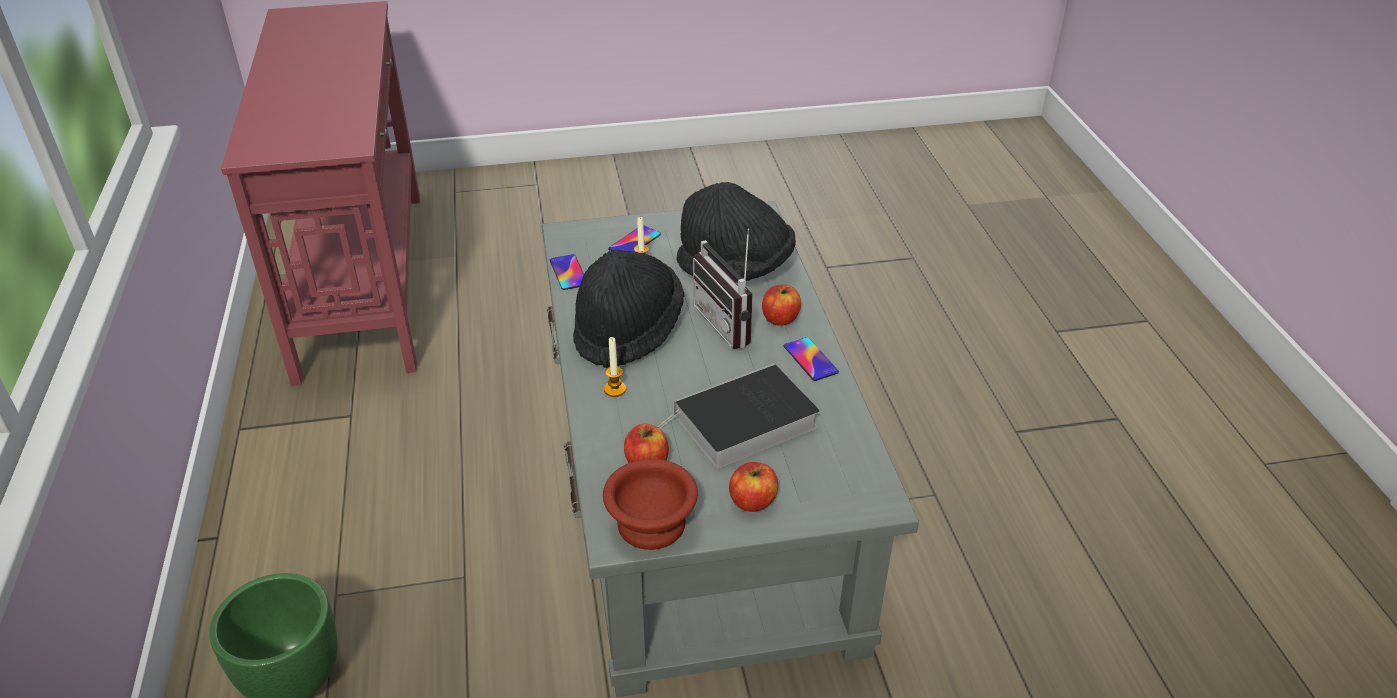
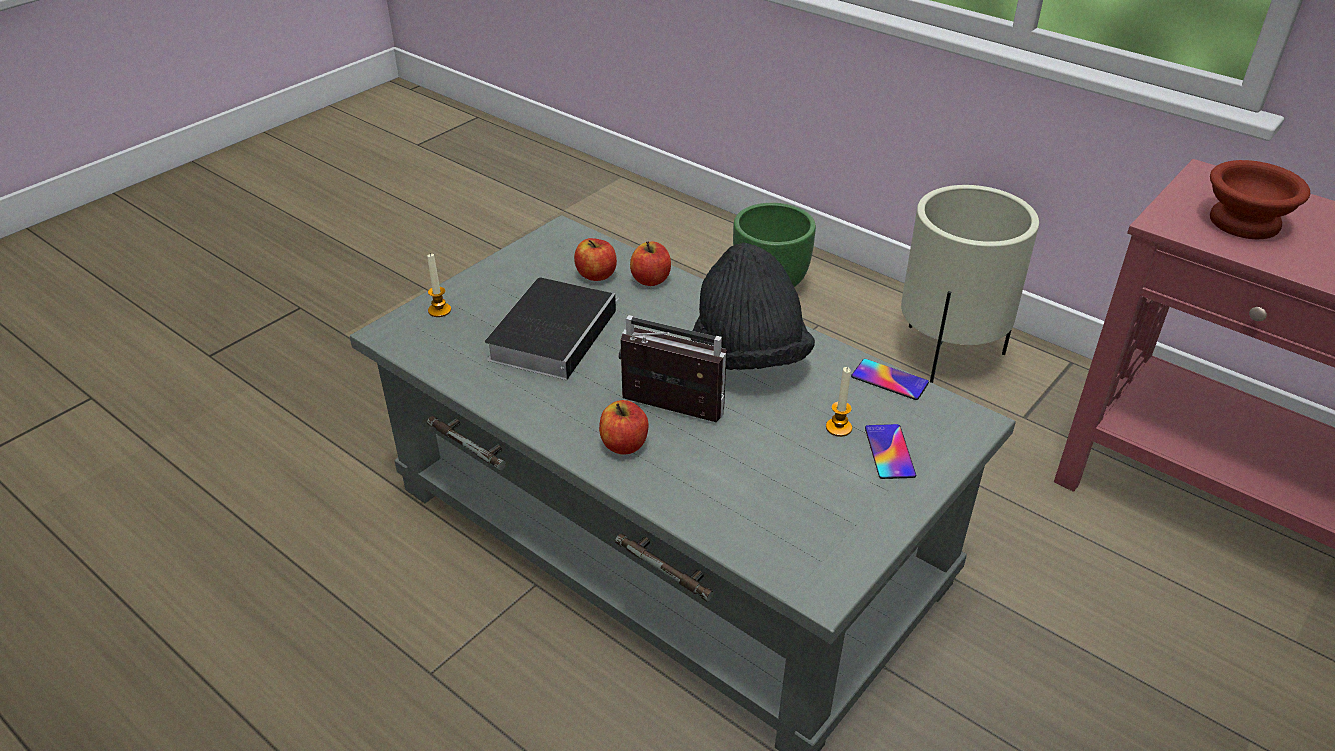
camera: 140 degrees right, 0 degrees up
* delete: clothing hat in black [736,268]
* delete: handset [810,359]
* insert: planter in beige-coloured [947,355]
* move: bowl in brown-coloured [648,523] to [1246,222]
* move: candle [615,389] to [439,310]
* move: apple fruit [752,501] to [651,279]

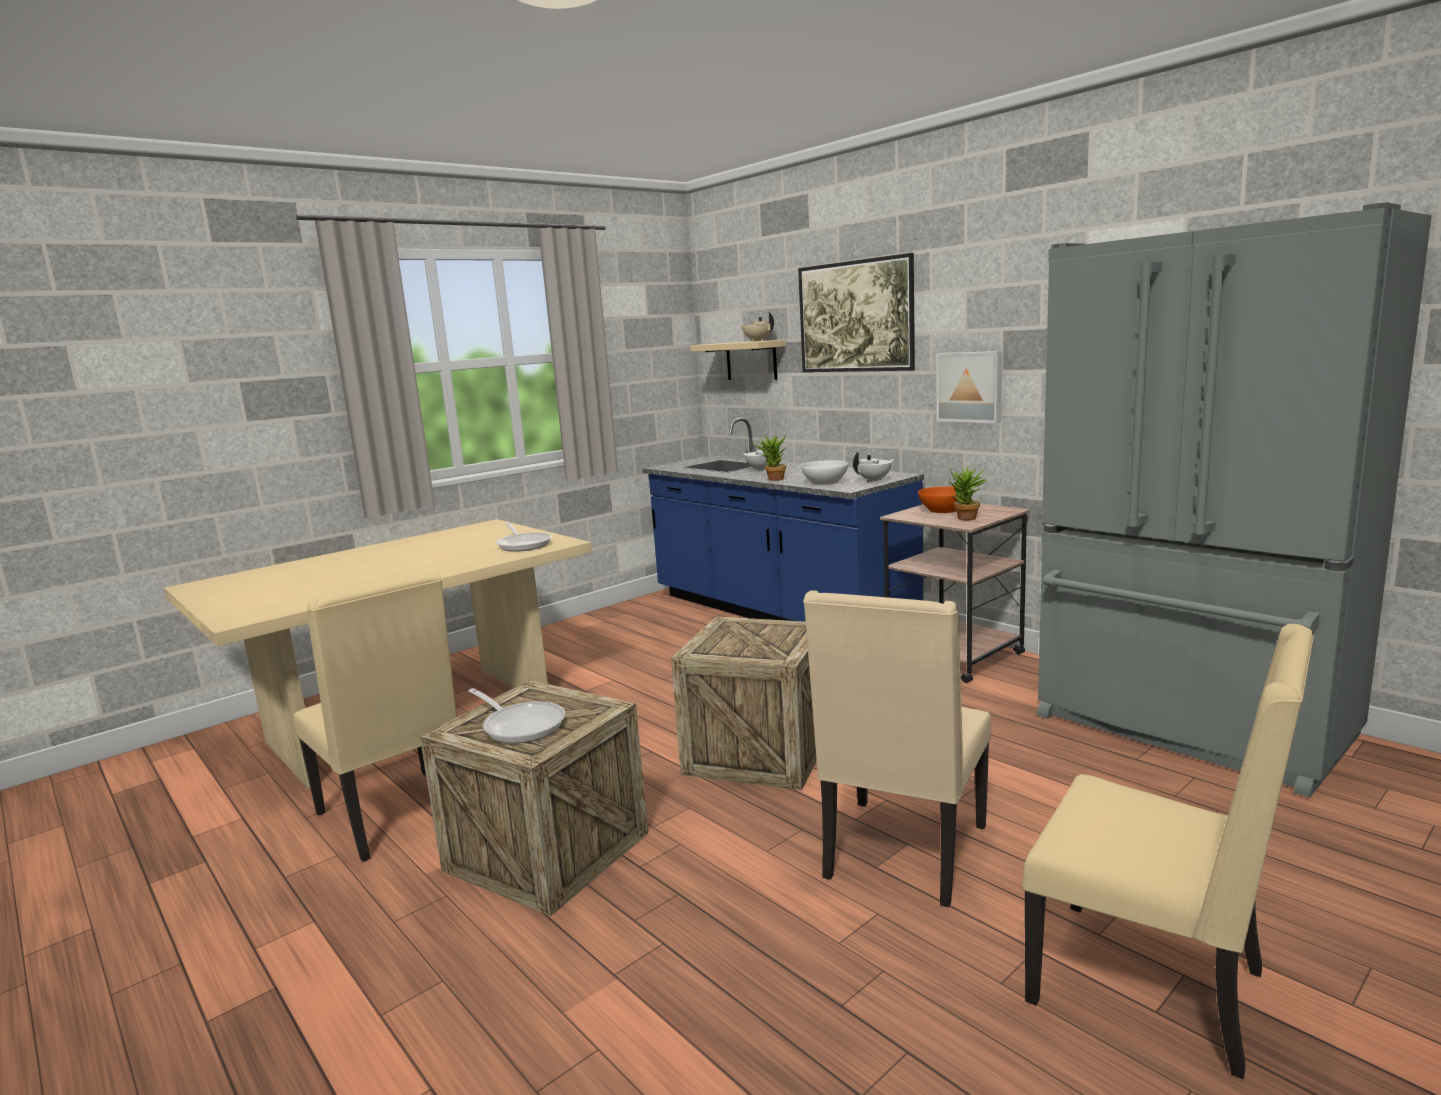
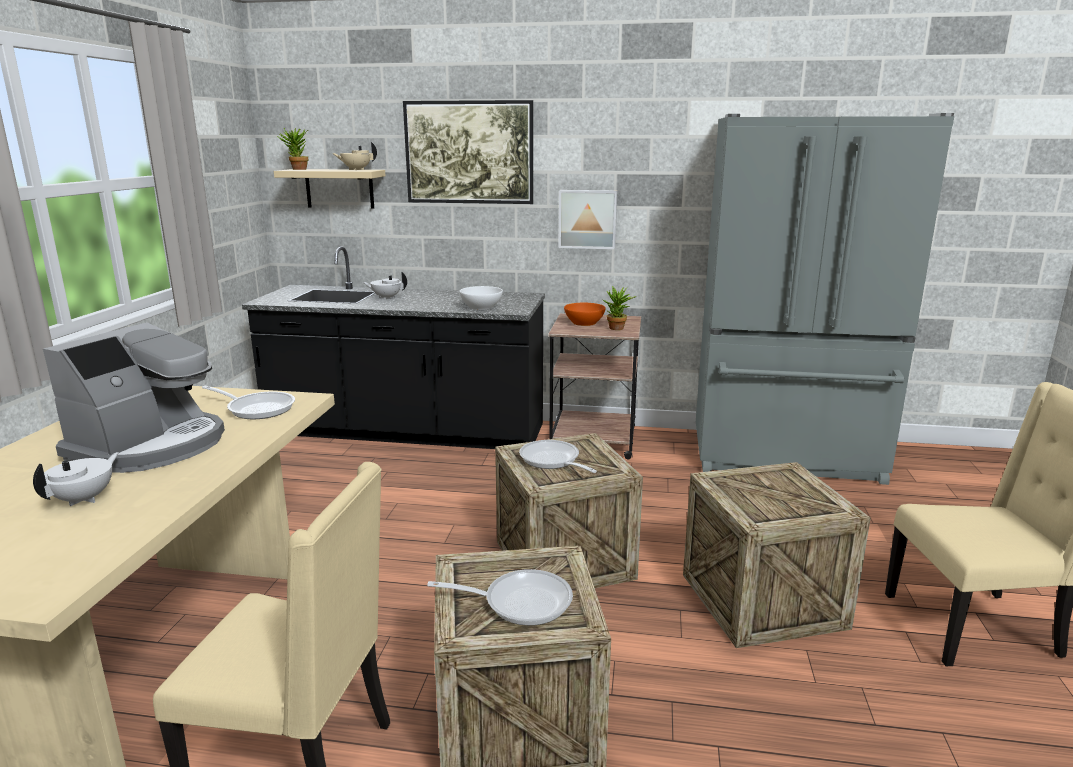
camera: 40 degrees left, 5 degrees up
* insert: coffee maker [151,446]
* insert: frying pan [552,461]
* move: potted plant [772,479] to [297,169]
* move: tea pot in white-coloured [874,481] to [84,499]
* replace: upright chair in beige-coloured [903,853] to packing crate [762,600]
* recolor: kitchen base unit in blue [778,613] to kitchen base unit in black [406,432]

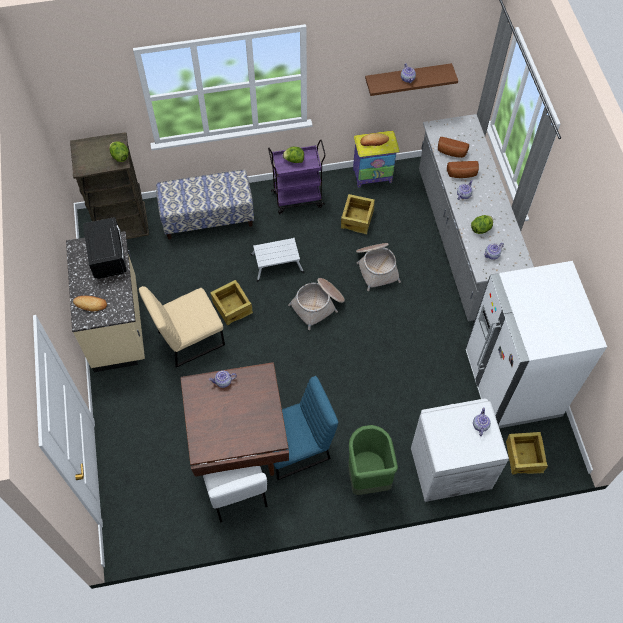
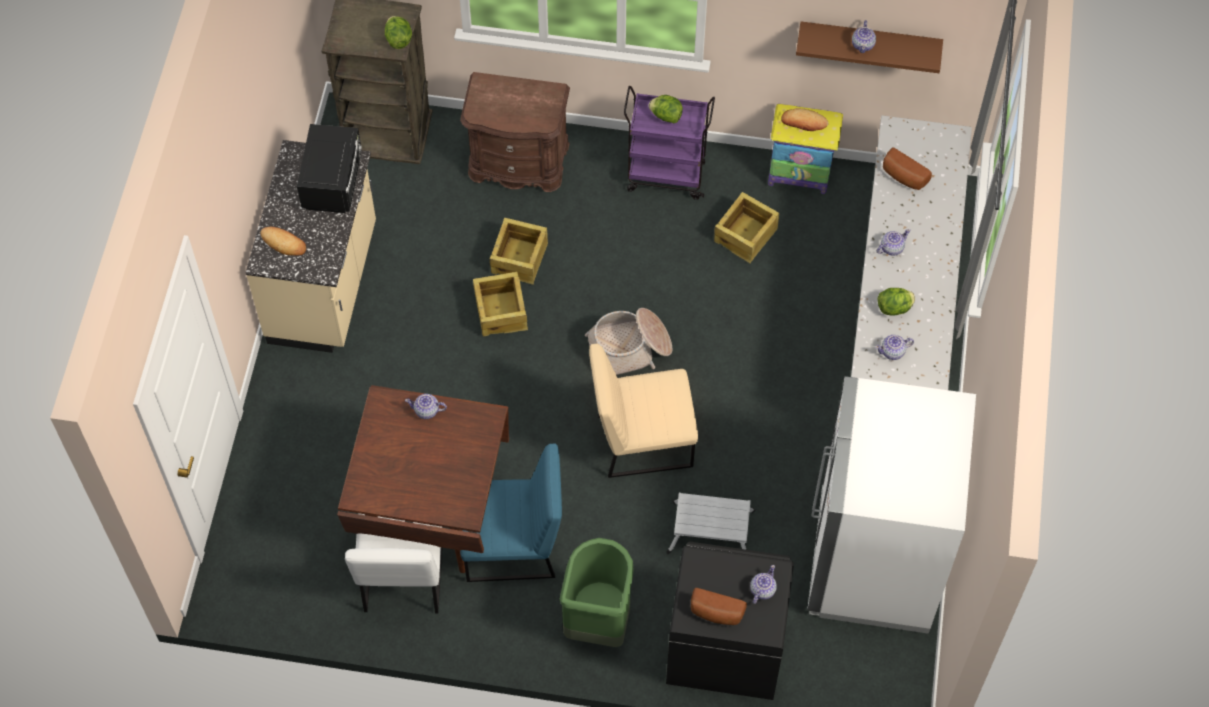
camera: 20 degrees right, 0 degrees up
* delete: storage basket [376,267]
* move: upright chair in beige-coloured [189,339] to [641,440]
* move: step stool in white-coloured [277,263] to [711,531]
* move: bakery bread [462,174] to [716,613]
* move: packing crate [524,456] to [520,258]
* replace: bench [208,217] to night table in brown-coloured [518,164]
* recolor: laundry appliance in white-coloured [449,465] to laundry appliance in black [724,645]

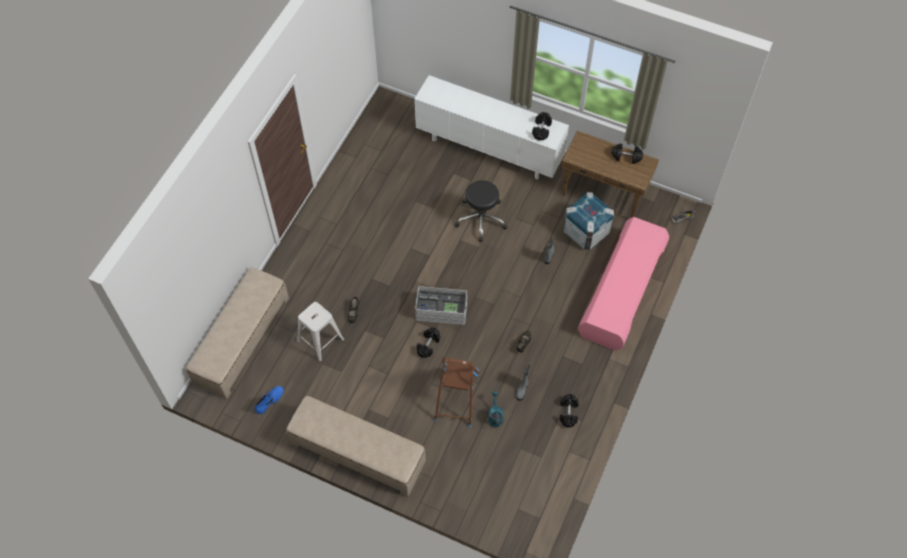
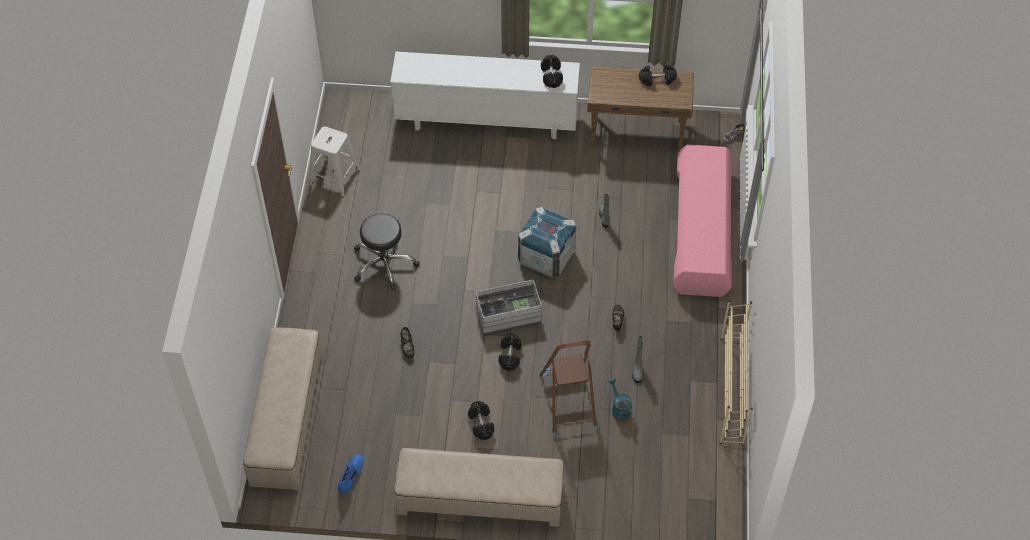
camera: 20 degrees left, 5 degrees down
* insert: shoe rack in beige-coloured [731,391]
* move: sitting stool in white-coloured [320,340] to [334,177]
* move: sitting stool in black [481,219] to [384,263]
* move: dumbbell in black [568,413] to [481,424]
* move: packing crate [586,231] to [546,256]

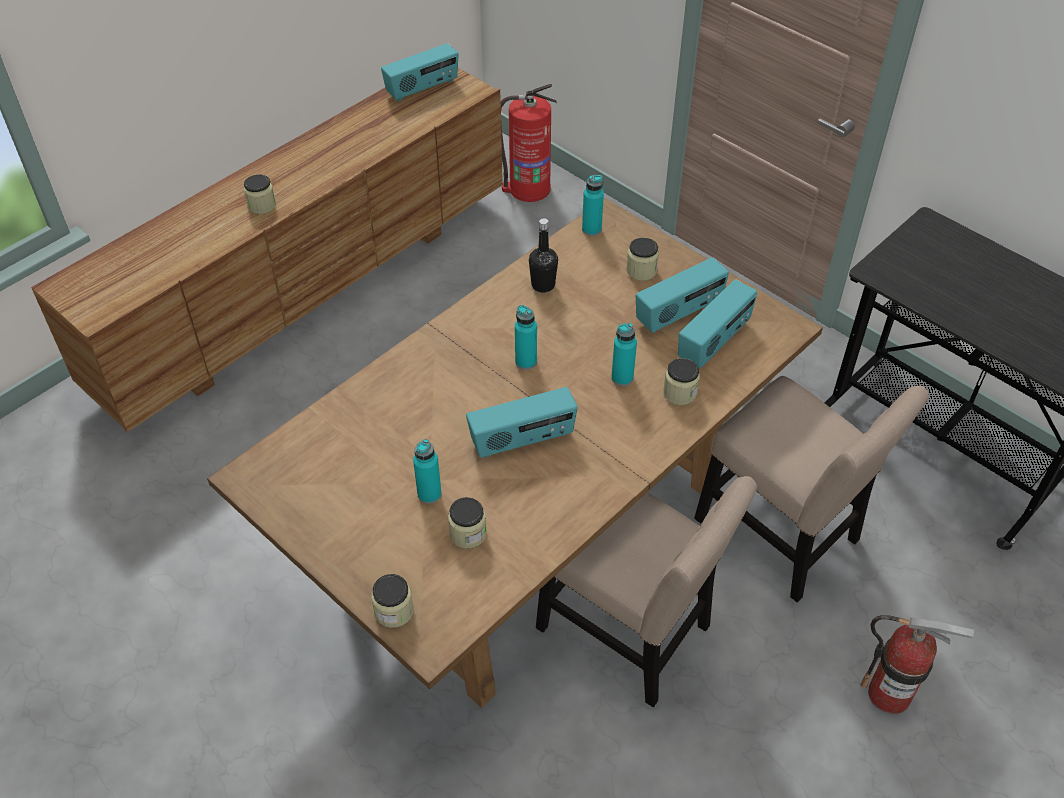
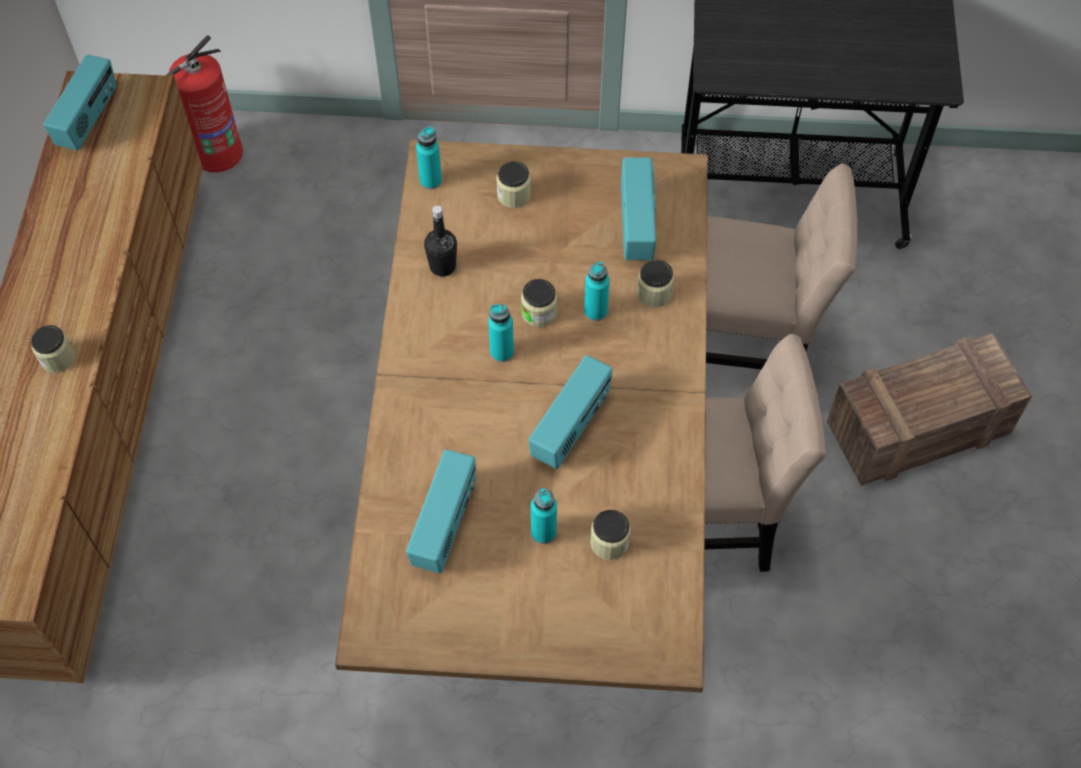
camera: 40 degrees left, 10 degrees up
* move: storage jar [394,611] to [539,313]
* move: radio [679,313] to [445,526]
* replace: extinguisher [889,694] to packing crate [920,427]

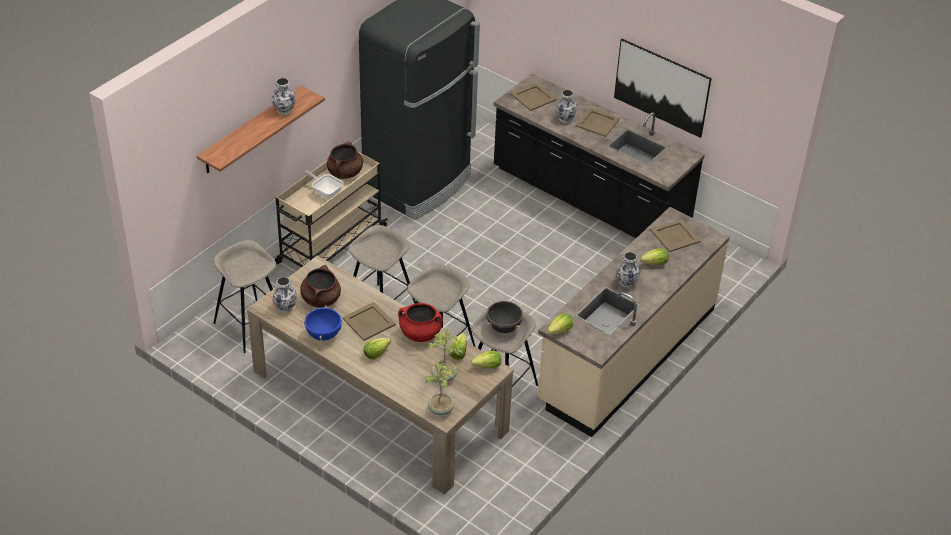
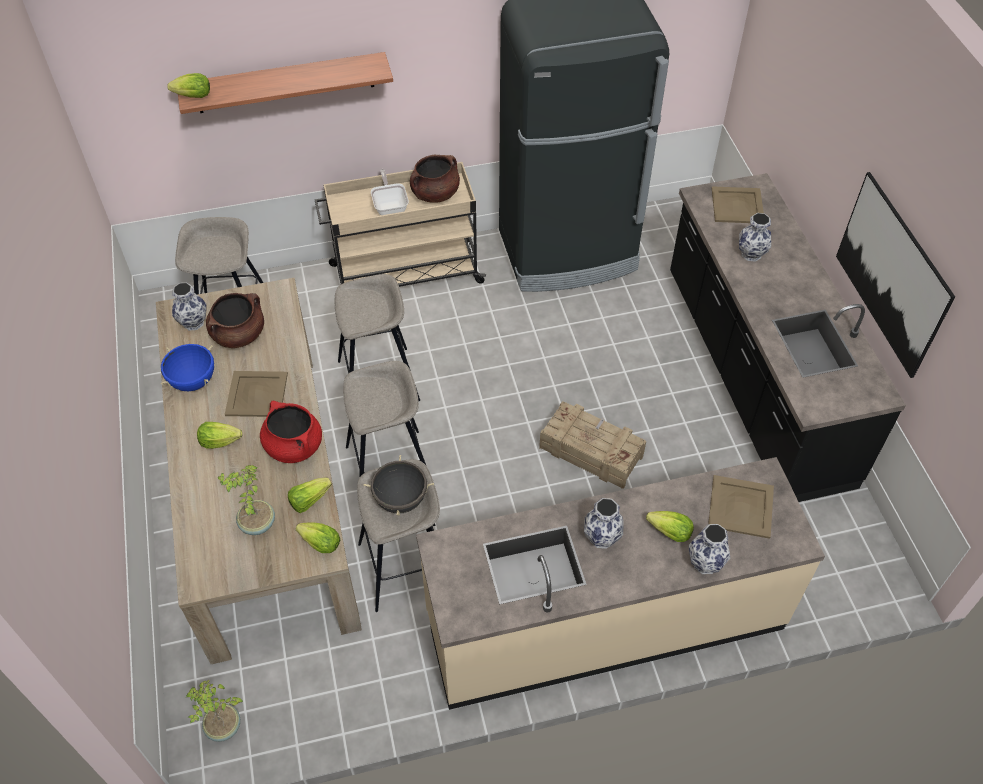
camera: 40 degrees right, 10 degrees up
* delete: tray in beige-coloured [597,122]
* insert: packing crate [590,451]
* move: vase [284,110] to [705,563]
* move: potted plant [441,410] to [224,727]
* move: lettuce [560,331] to [194,96]

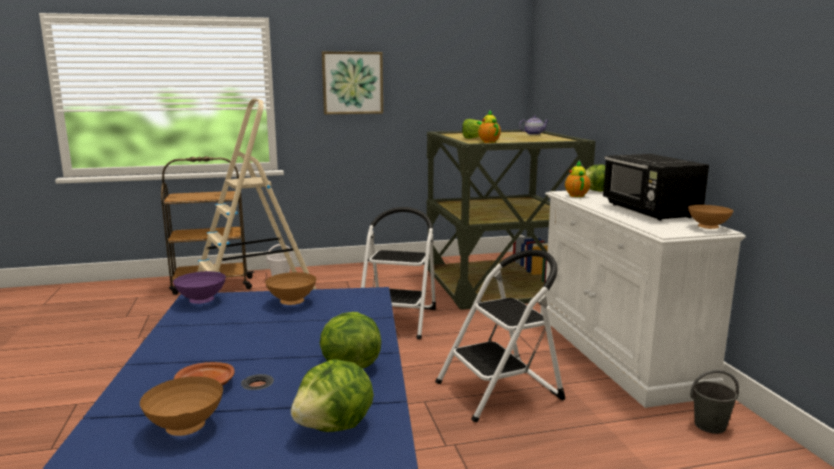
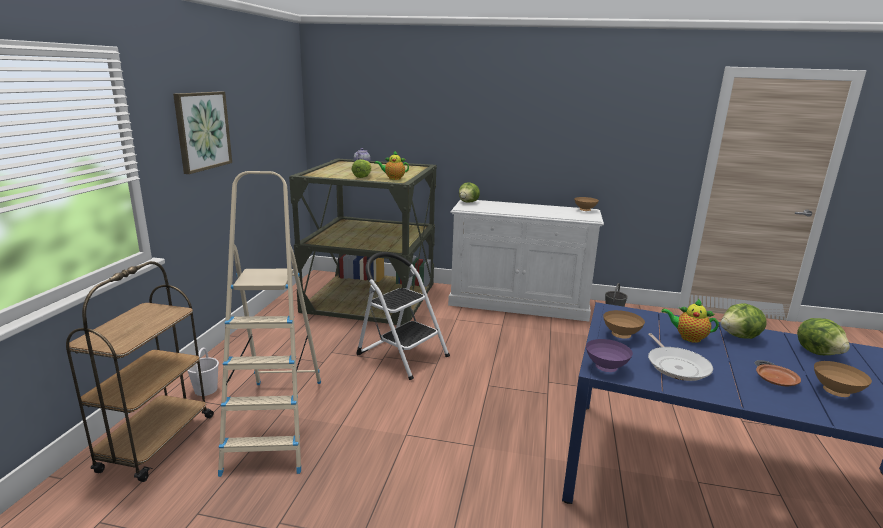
camera: 65 degrees left, 5 degrees up
* delete: step stool [502,391]
* delete: kitchen microwave in black [649,211]
* insert: frying pan [676,366]
* move: tea pot [576,195] to [688,337]

